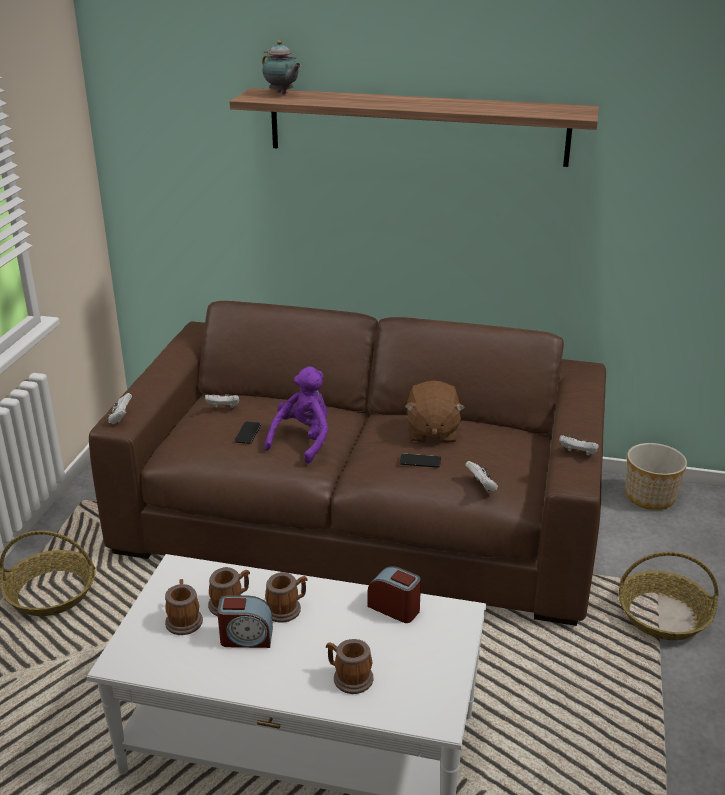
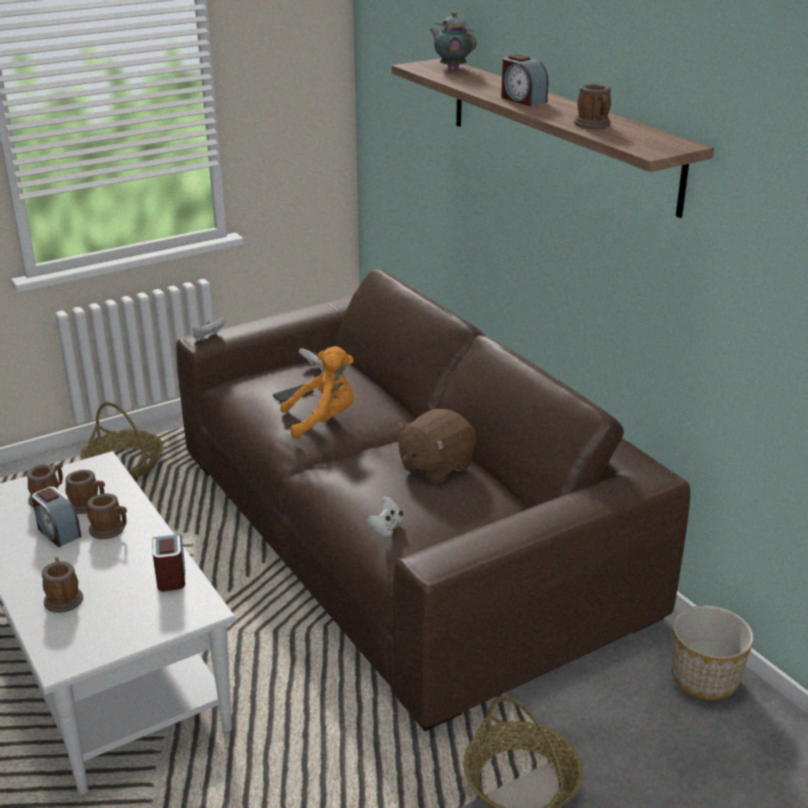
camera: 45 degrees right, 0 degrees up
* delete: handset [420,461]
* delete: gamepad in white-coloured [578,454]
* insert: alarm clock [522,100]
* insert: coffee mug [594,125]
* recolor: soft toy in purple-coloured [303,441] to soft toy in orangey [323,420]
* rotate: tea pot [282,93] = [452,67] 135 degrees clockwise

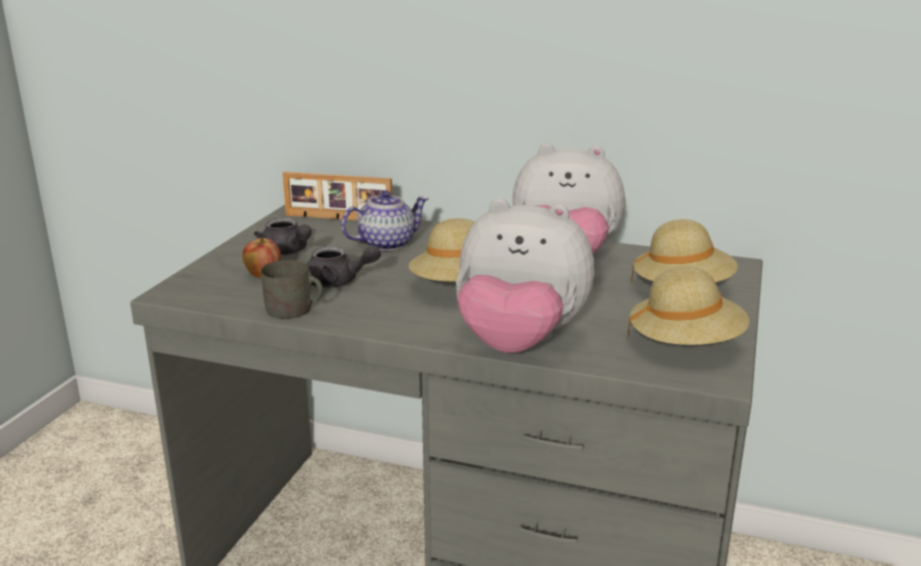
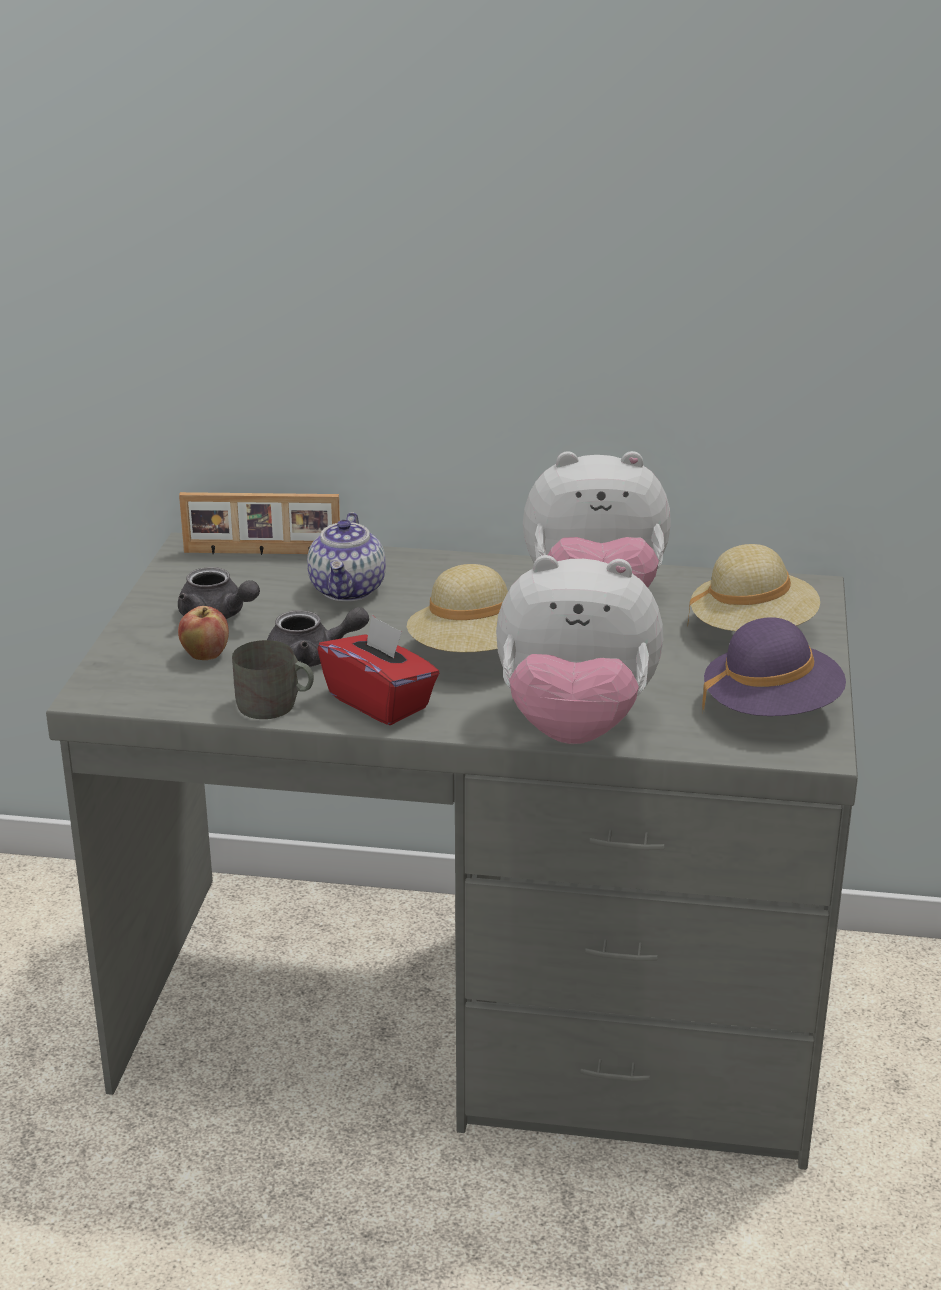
camera: 10 degrees left, 5 degrees up
* insert: tissue holder in red [380,701]
* recolor: clothing hat in beige-coloured [685,344] to clothing hat in purple-coloured [771,709]
* rotate: tea pot [386,243] = [348,590] 135 degrees clockwise

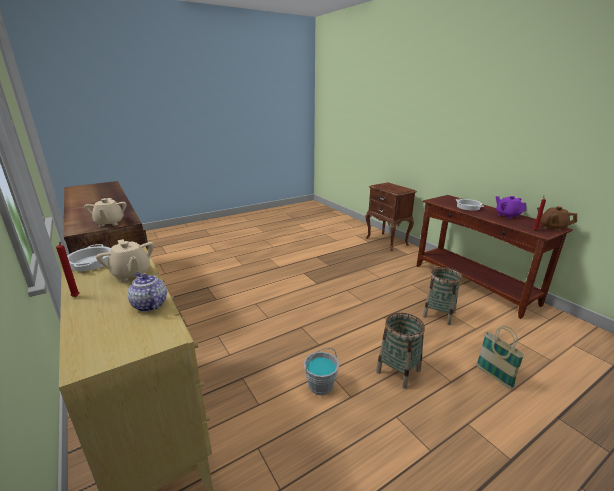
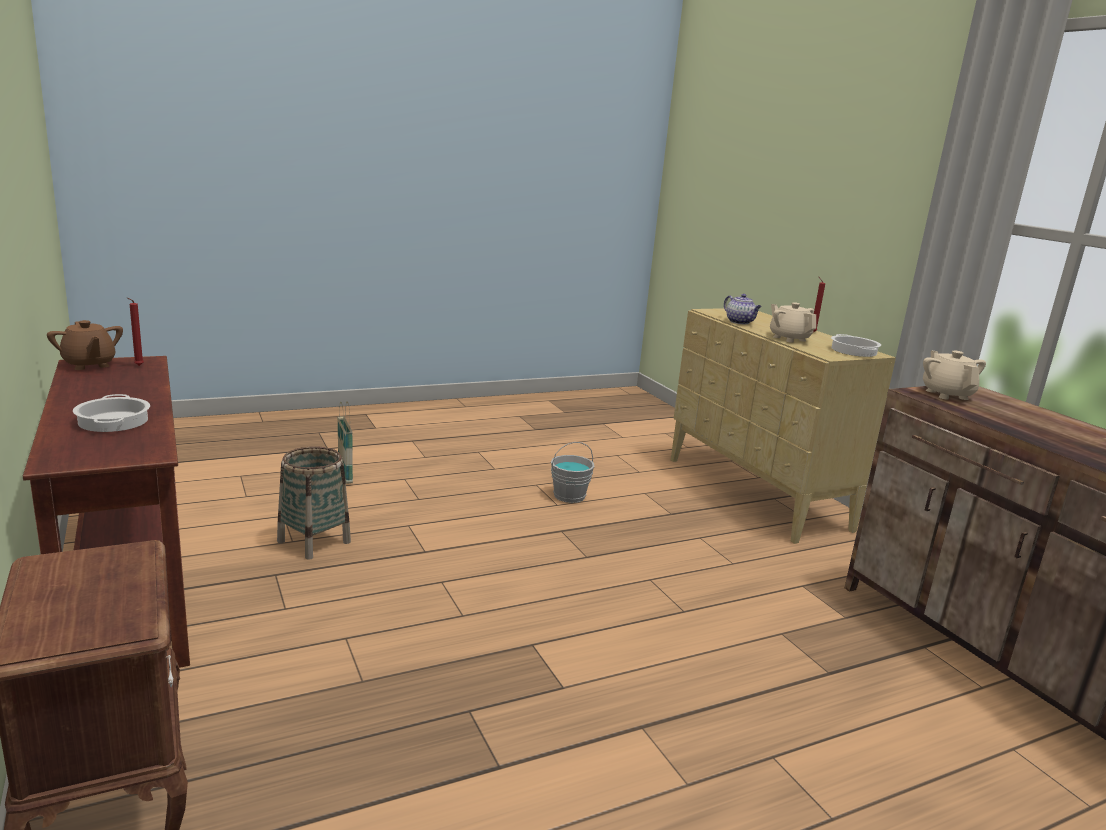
camera: 175 degrees left, 5 degrees down
* delete: storage basket [398,371]
* delete: tea pot in purple-coloured [507,215]

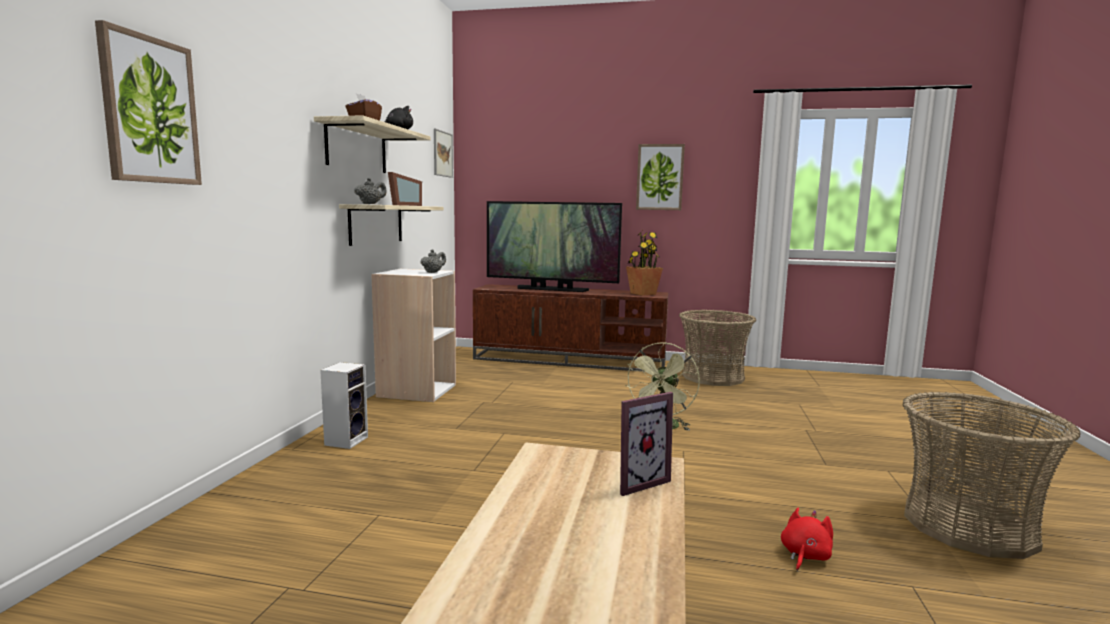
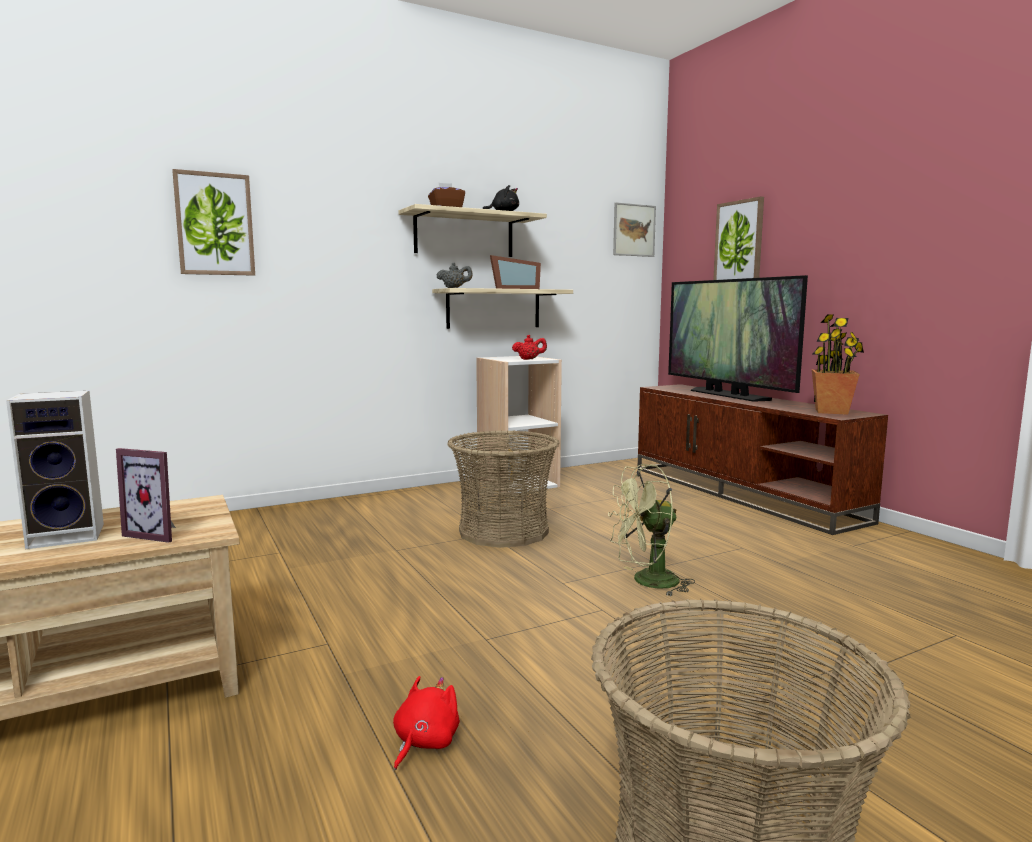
camera: 50 degrees right, 0 degrees up
* move: loudspeaker [346,440] to [70,535]
* move: picture [660,177] to [739,242]
* move: storage basket [713,377] to [503,531]
* recolor: tea pot in grey [433,272] to tea pot in red [529,359]
* rotate: soft toy in red [804,555] = [424,743] 60 degrees counterclockwise

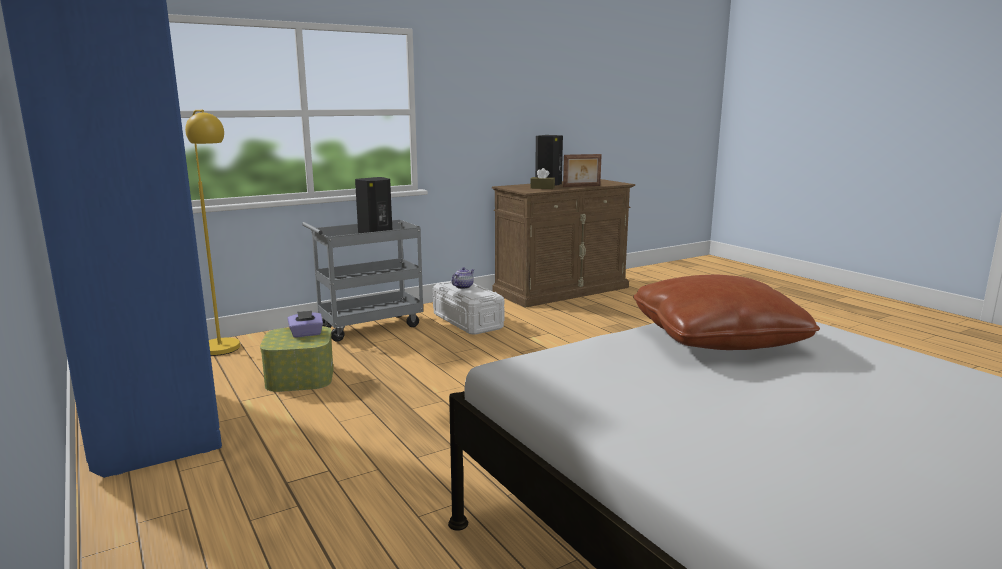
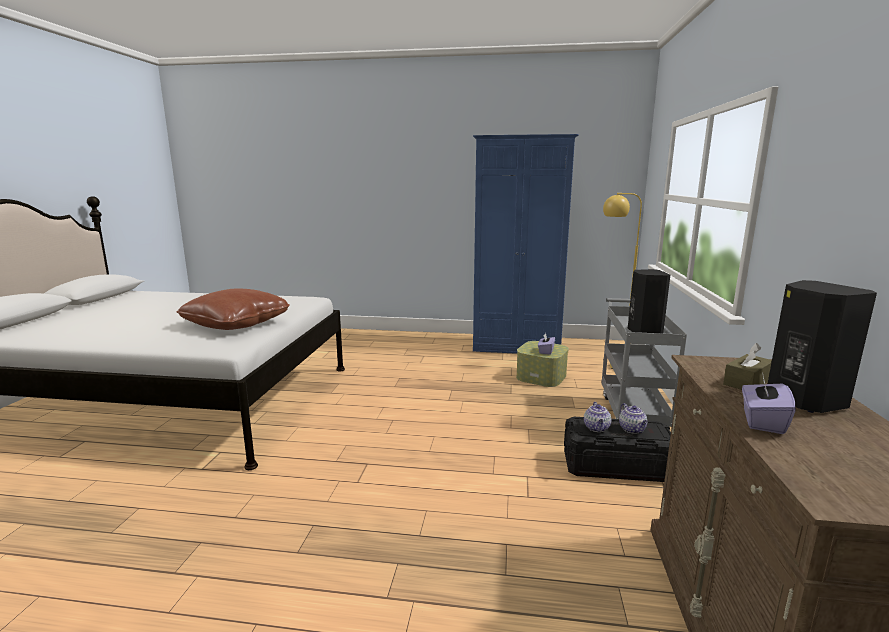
camera: 130 degrees right, 0 degrees up
* insert: tea pot [597,428]
* replace: photo frame [582,186] to tissue holder in purple-coloured [762,421]
* recolor: storage bin in white-coloured [467,321] to storage bin in black [616,466]

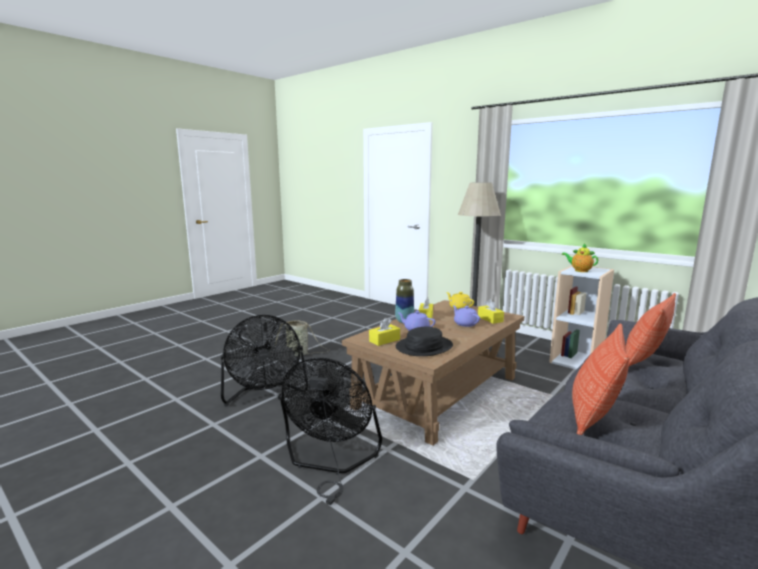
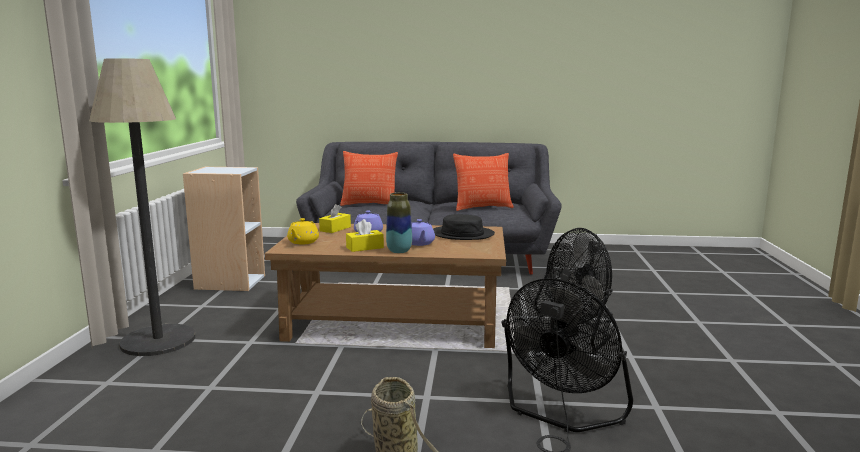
camera: 125 degrees left, 0 degrees up
* delete: tissue holder in yellowish [384,340]
* delete: tea pot [579,270]

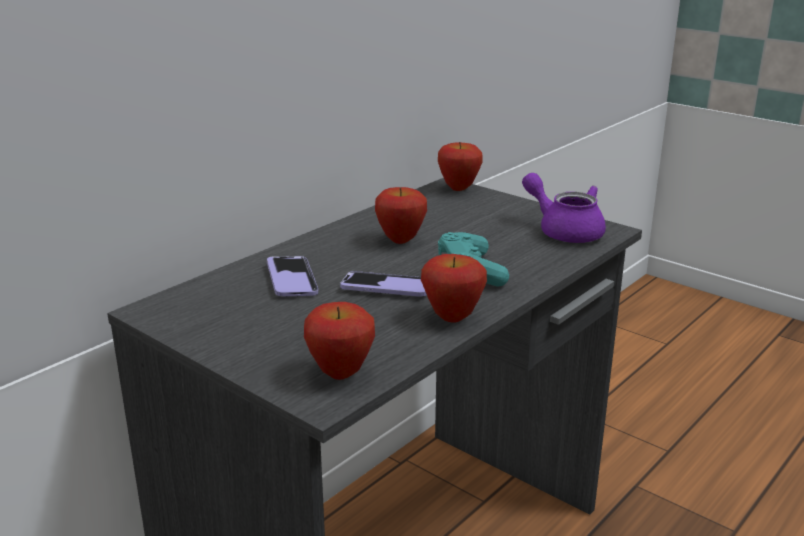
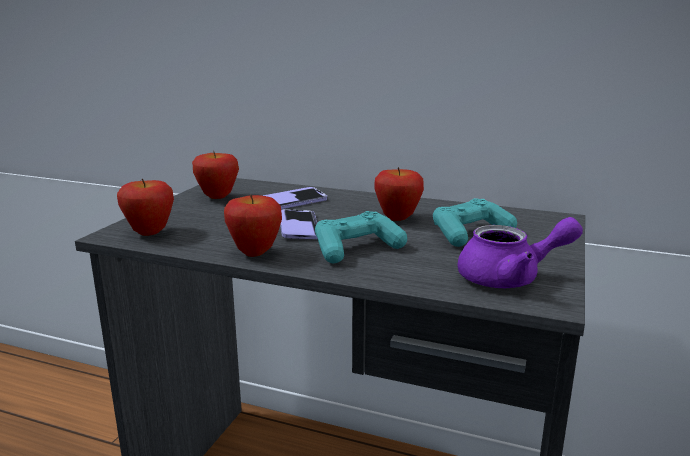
camera: 70 degrees right, 5 degrees down
* insert: gamepad in blue-green [470,234]
* move: apple fruit [459,188] to [218,197]
* rotate: tea pot in purple-coloured [564,231] = [510,278] 60 degrees clockwise

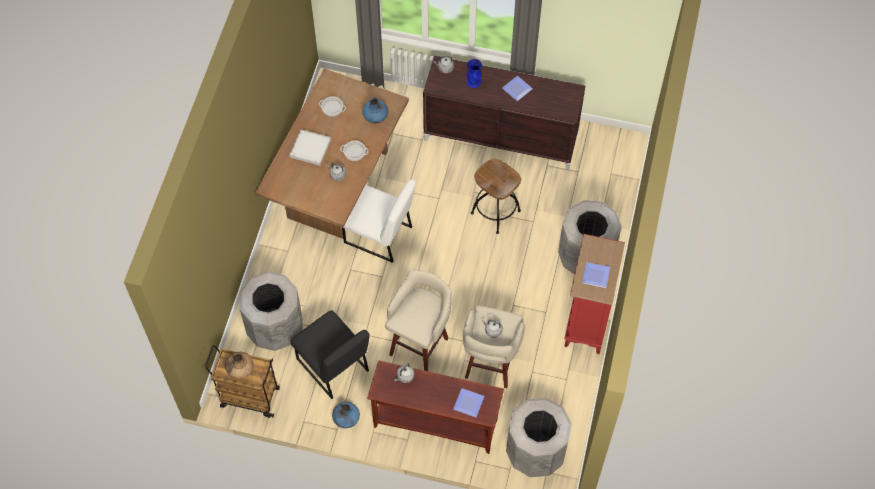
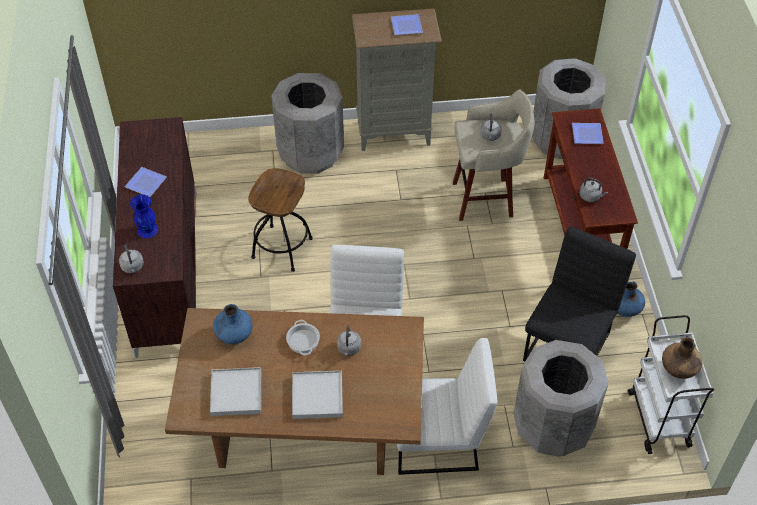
camera: 110 degrees left, 10 degrees down
* delete: sitting stool in beige-coloured [420,344]
* insert: upright chair in white-coloured [439,443]
* replace: stockpot [332,108] to tray in white-coloured [236,393]
* recolor: trolley in brown-coloured [249,397] to trolley in white-coloured [659,419]
* recolor: dresser in red [586,324] to dresser in grey [395,134]

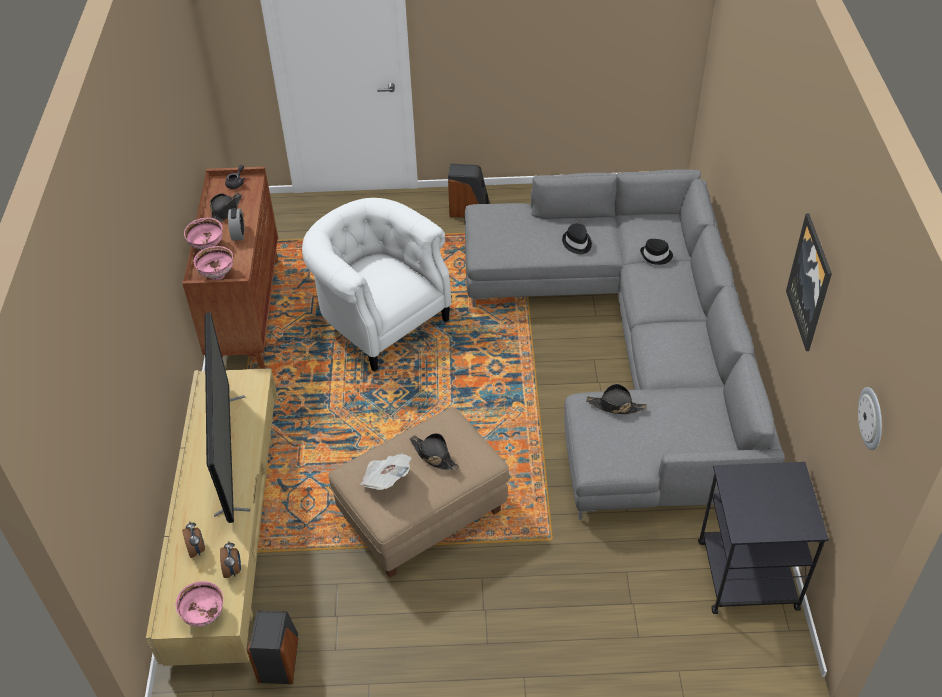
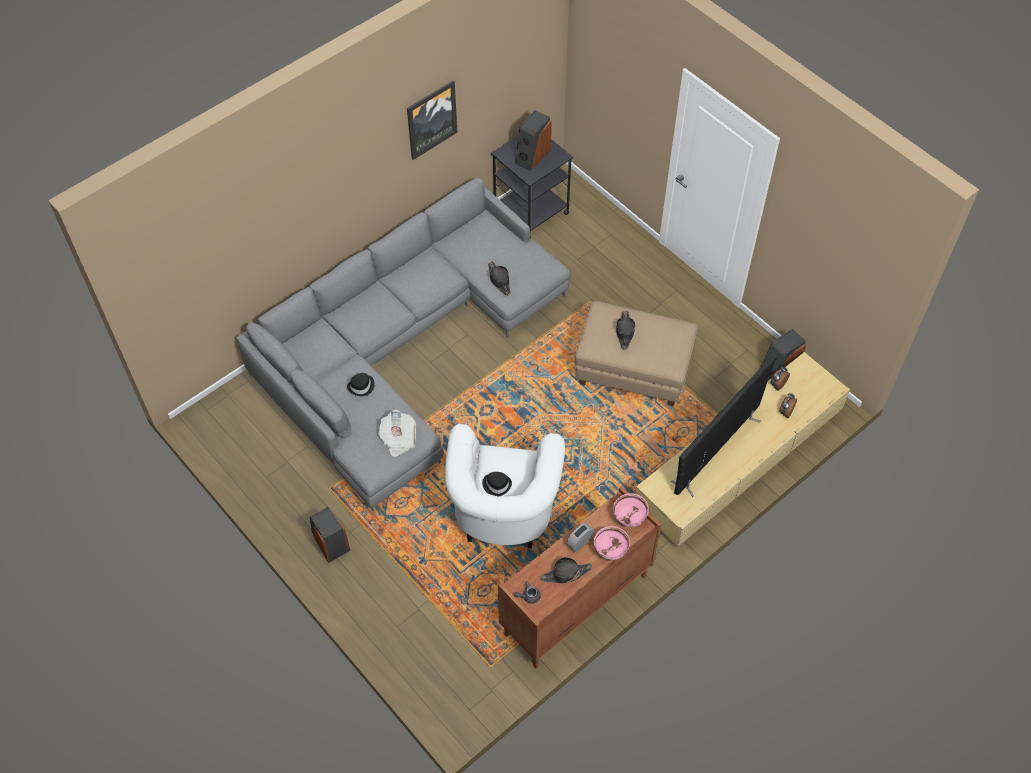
camera: 130 degrees left, 10 degrees up
* delete: bowl in pink-coloured [204,615]
* delete: clock on the wall [872,418]
* insert: loudspeaker [532,156]
* move: printed paper [386,479] to [398,439]
* move: clothing hat in black [656,256] to [497,485]

